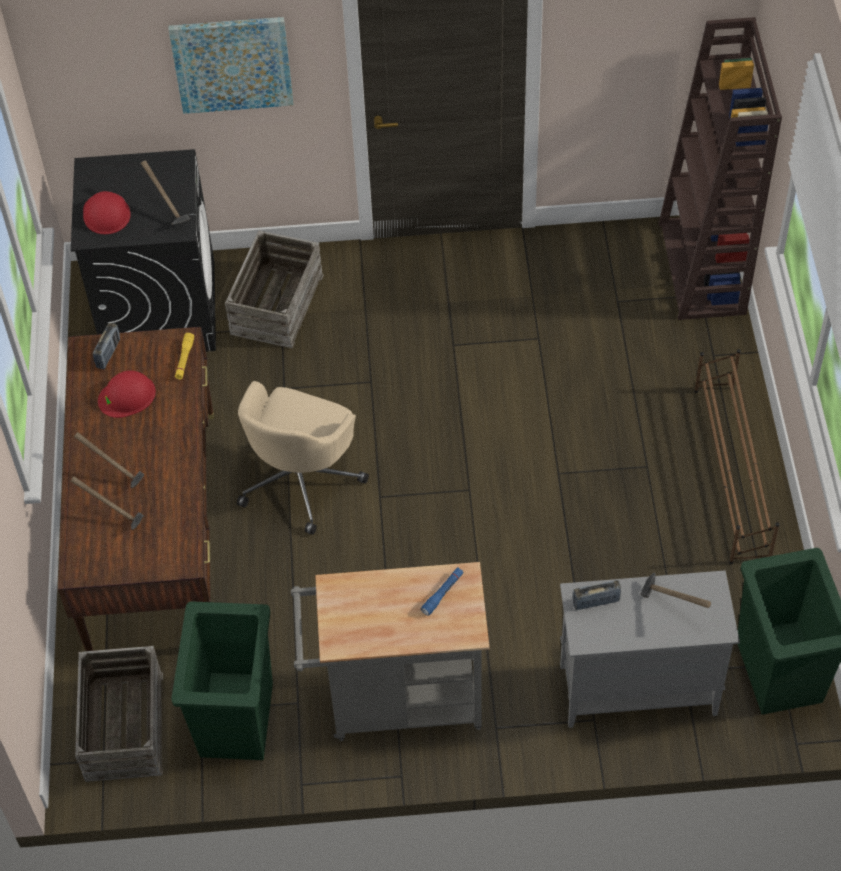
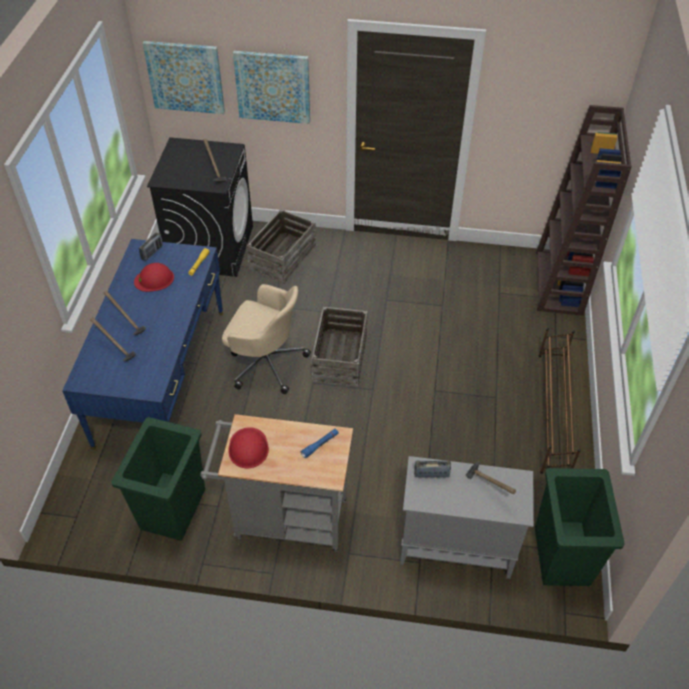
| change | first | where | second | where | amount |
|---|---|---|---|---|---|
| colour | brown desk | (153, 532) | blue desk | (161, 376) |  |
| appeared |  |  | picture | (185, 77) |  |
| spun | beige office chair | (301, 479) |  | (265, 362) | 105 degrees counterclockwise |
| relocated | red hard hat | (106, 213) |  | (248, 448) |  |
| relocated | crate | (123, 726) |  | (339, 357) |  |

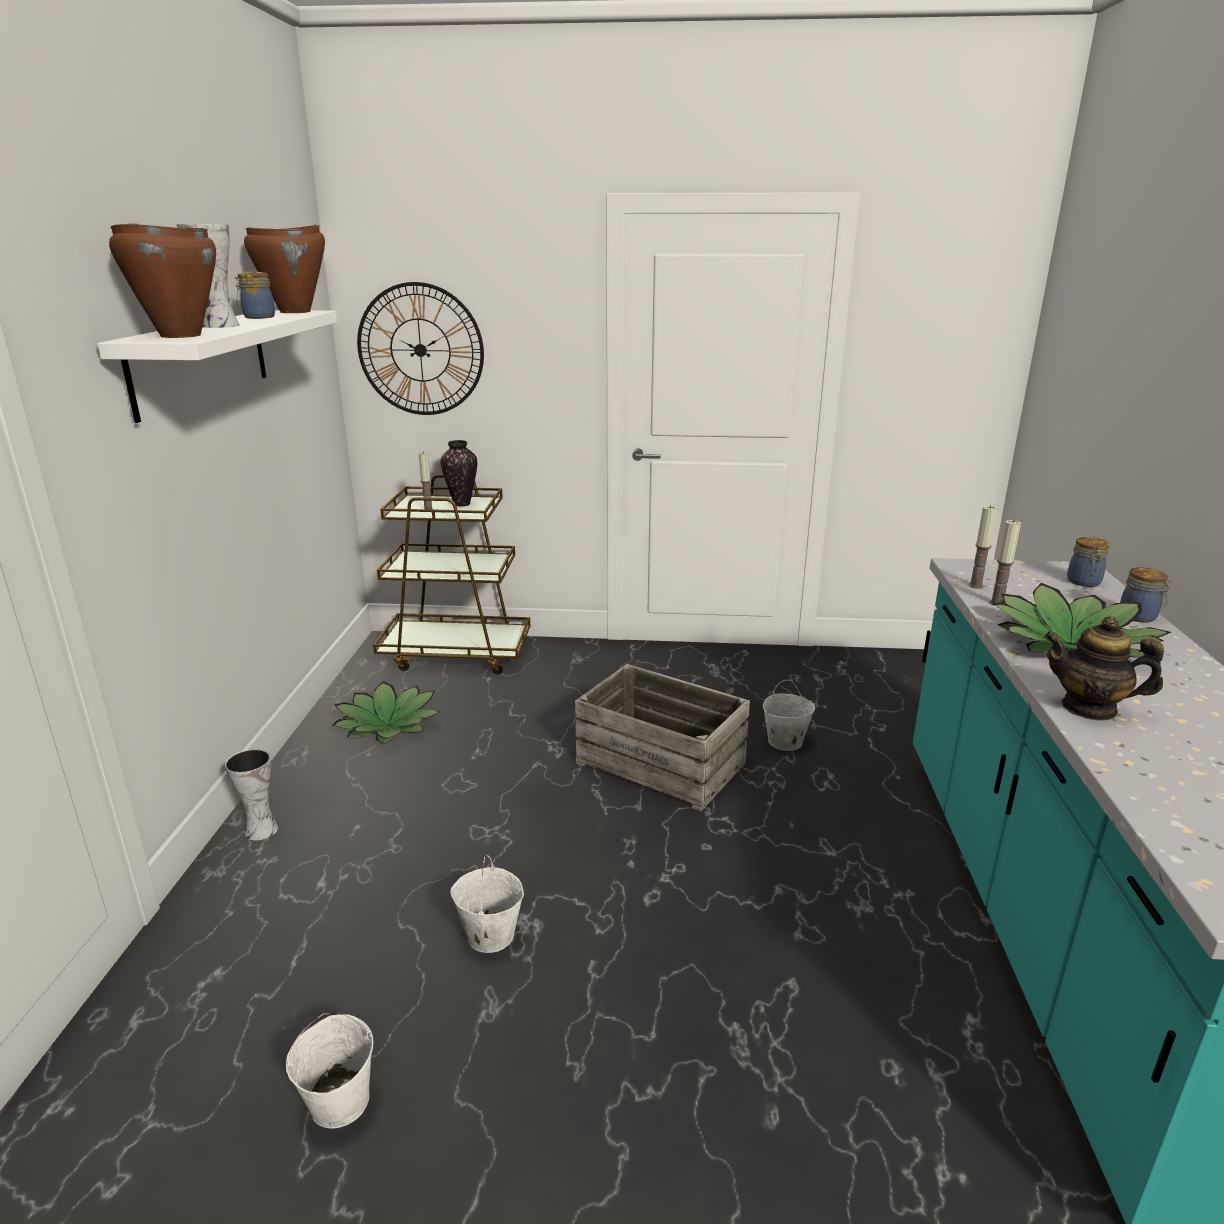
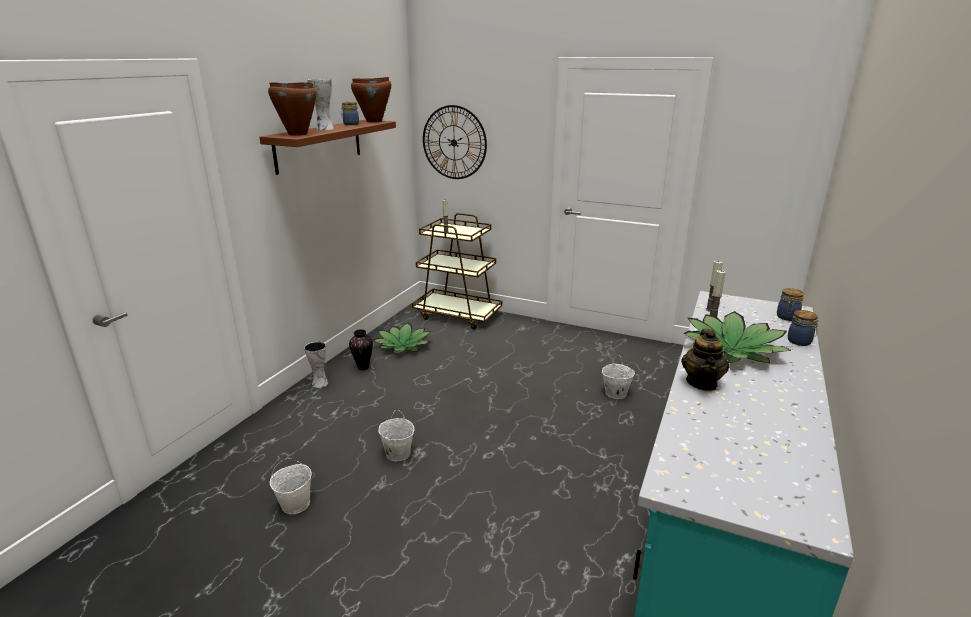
| change | first | where | second | where | amount |
|---|---|---|---|---|---|
| colour | white shelf | (201, 361) | brown shelf | (319, 145) |  |
| relocated | vase | (462, 504) |  | (363, 367) |  |
| spun | teapot | (1089, 708) |  | (702, 383) | 120 degrees counterclockwise |
| missing | crate | (661, 762) |  |  |  |

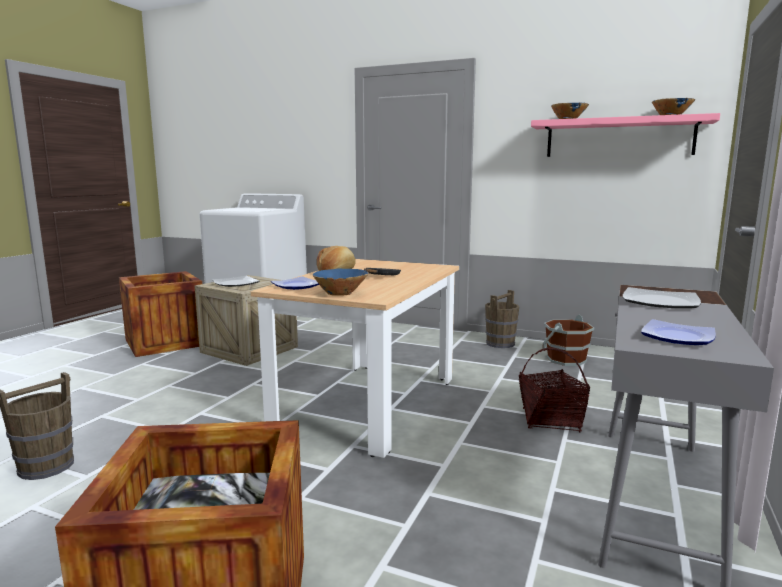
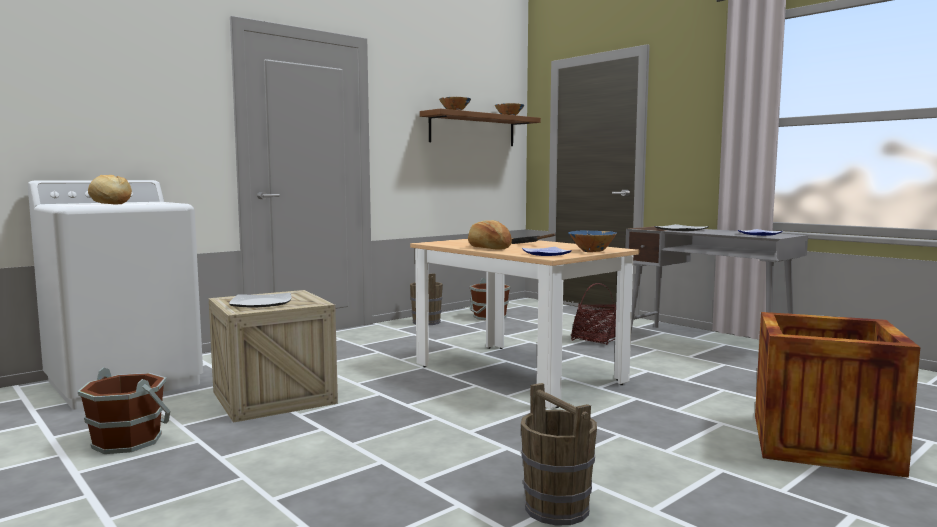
| change | first | where | second | where | amount |
|---|---|---|---|---|---|
| exchanged | crate | (165, 342) | brown bucket | (128, 440) |  |
| appeared |  |  | bread | (109, 204) |  |
| colour | pink shelf | (618, 138) | brown shelf | (473, 130) |  |

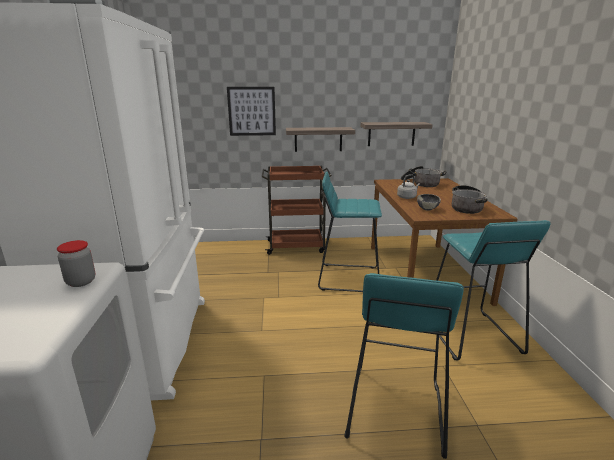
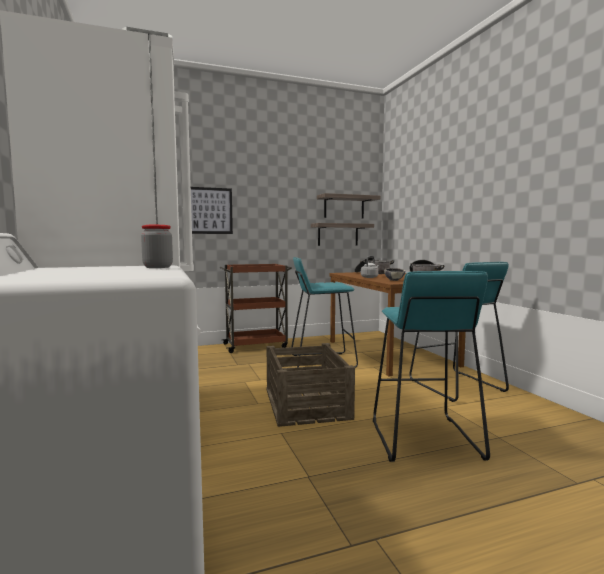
| change | first | where | second | where | amount |
|---|---|---|---|---|---|
| appeared |  |  | crate | (307, 403) |  |
| relocated | shelf | (318, 139) |  | (344, 207) |  |

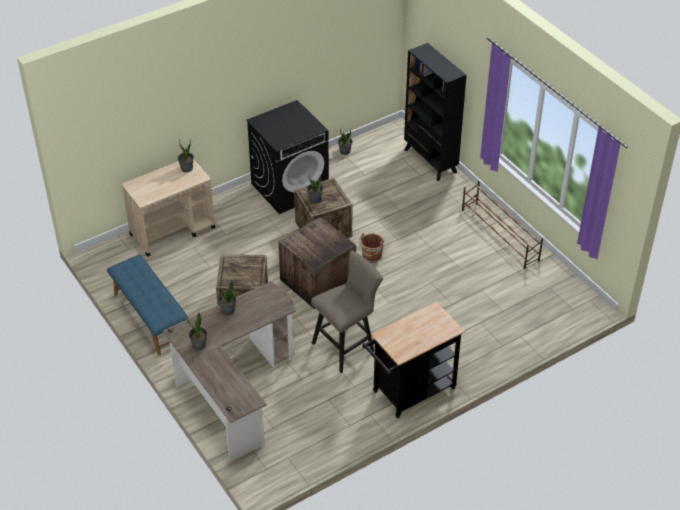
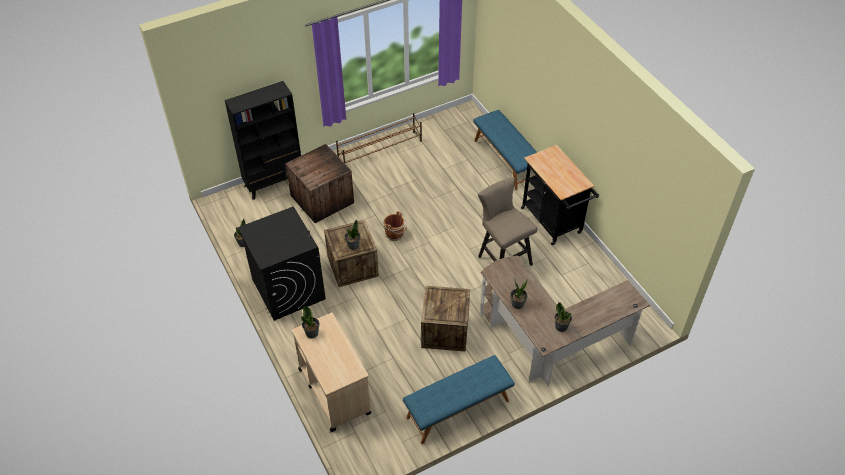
| change | first | where | second | where | amount |
|---|---|---|---|---|---|
| relocated | crate | (317, 282) |  | (323, 199) |  |
| appeared |  |  | blue bench | (506, 160) |  |

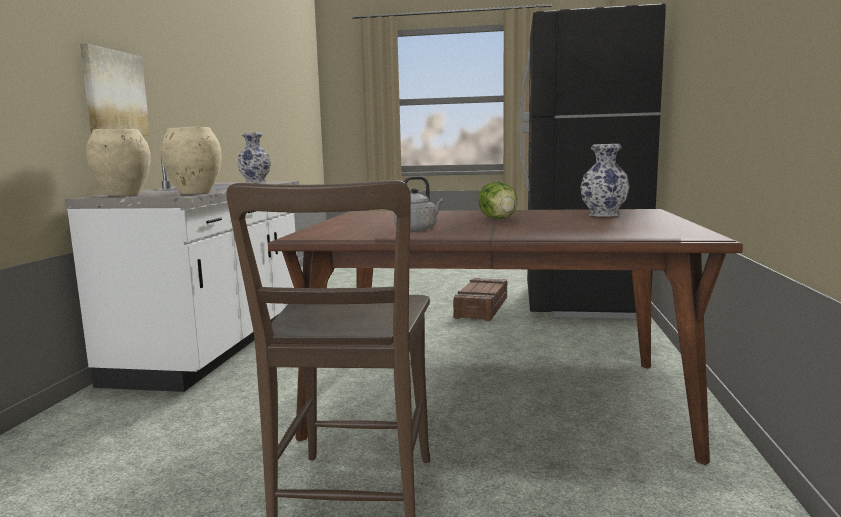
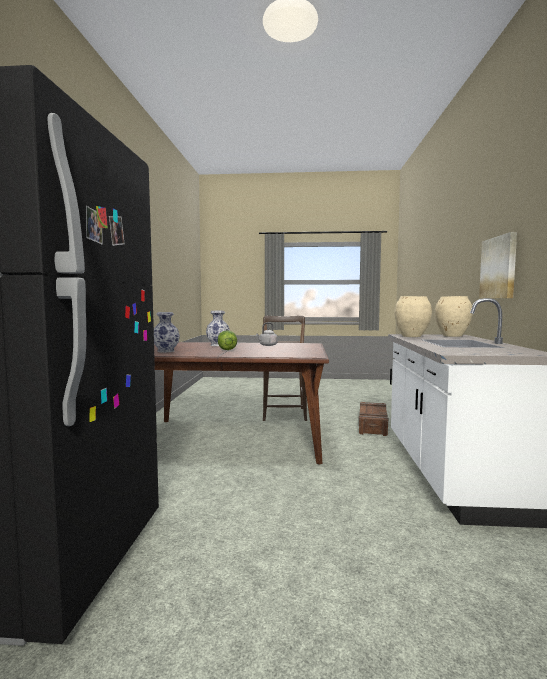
| change | first | where | second | where | amount |
|---|---|---|---|---|---|
| relocated | vase | (256, 182) |  | (217, 345) |  |
| relocated | crate | (482, 307) |  | (372, 424) |  |

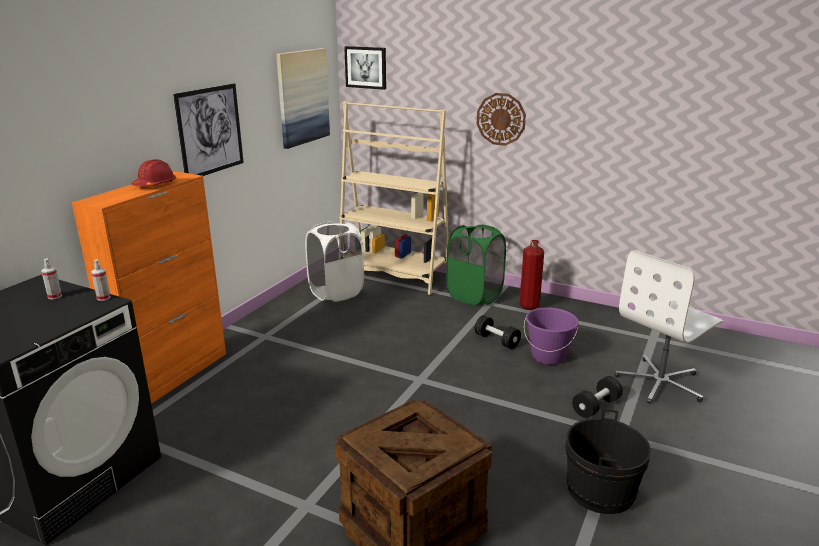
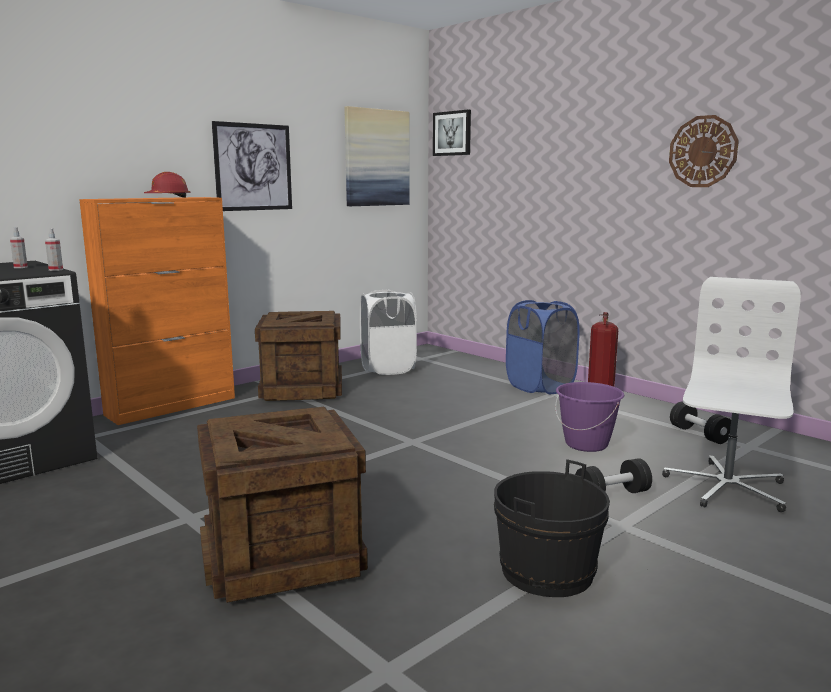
| change | first | where | second | where | amount |
|---|---|---|---|---|---|
| appeared |  |  | crate | (302, 390) |  |
| colour | green laundry basket | (474, 296) | blue laundry basket | (540, 386) |  |
| spun | white office chair | (660, 383) |  | (725, 487) | 135 degrees clockwise |
| relocated | wall clock | (501, 119) |  | (703, 151) |  |
| relocated | black dumbbell | (496, 340) |  | (699, 434) |  |
| missing | beige bookcase | (394, 275) |  |  |  |

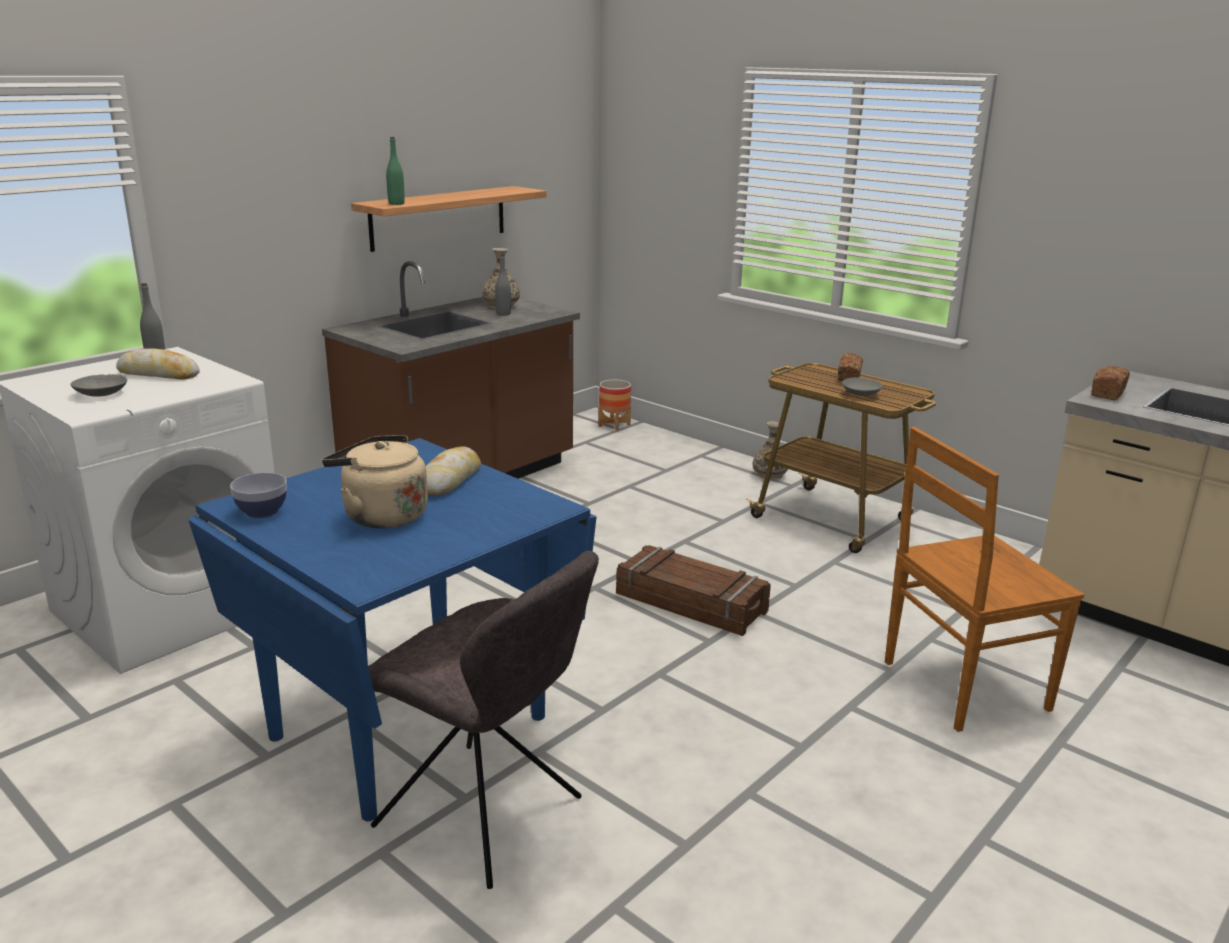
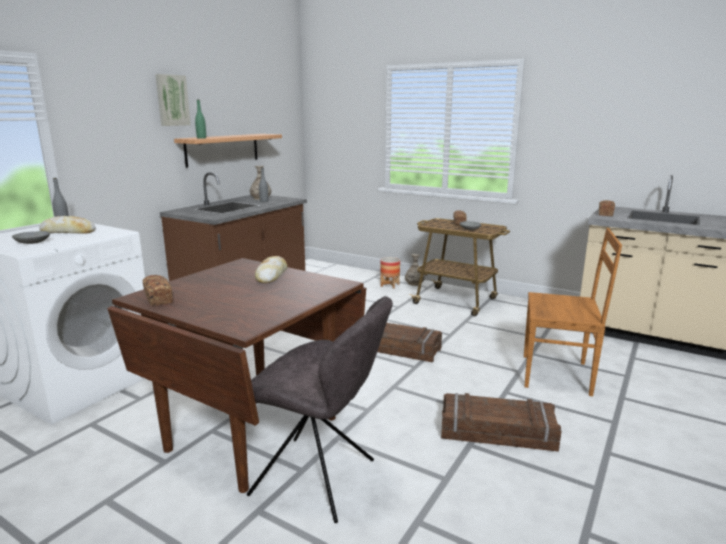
| change | first | where | second | where | amount |
|---|---|---|---|---|---|
| colour | blue dining table | (408, 725) | brown dining table | (252, 432) |  |
| exchanged | bowl | (262, 511) | bread | (158, 299) |  |
| appeared |  |  | picture | (172, 100) |  |
| relocated | planter | (614, 425) |  | (390, 285) |  |
| appeared |  |  | crate | (497, 432) |  |
| spun | brown chair | (961, 686) |  | (558, 375) | 135 degrees counterclockwise |
| missing | beige kettle | (381, 515) |  |  |  |

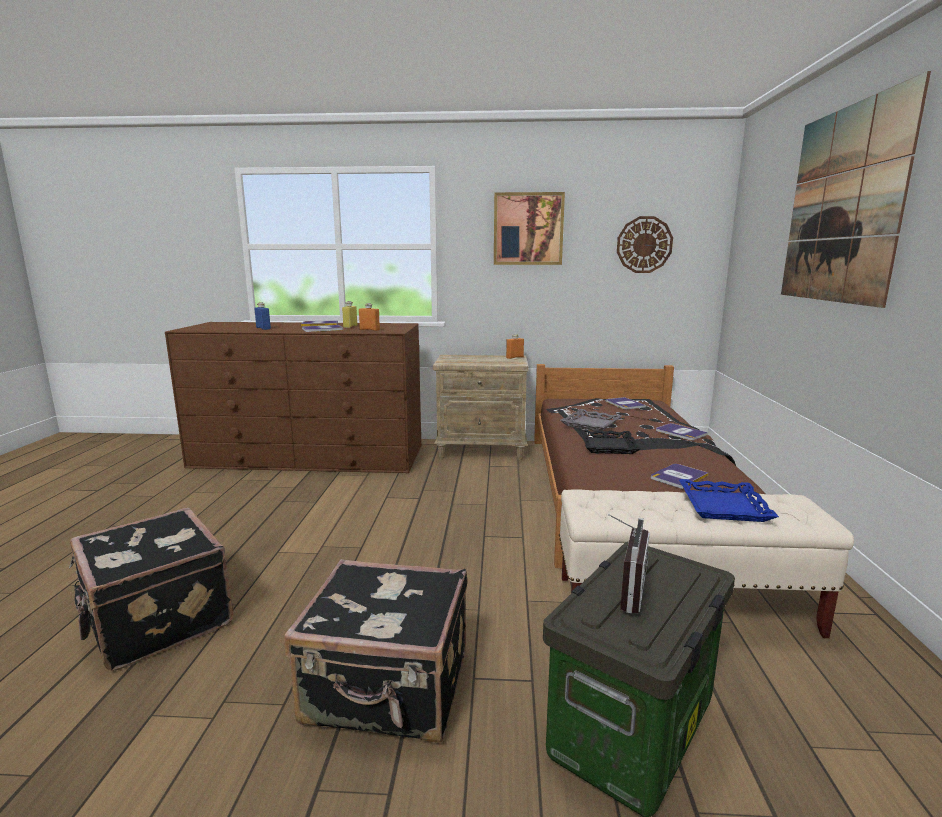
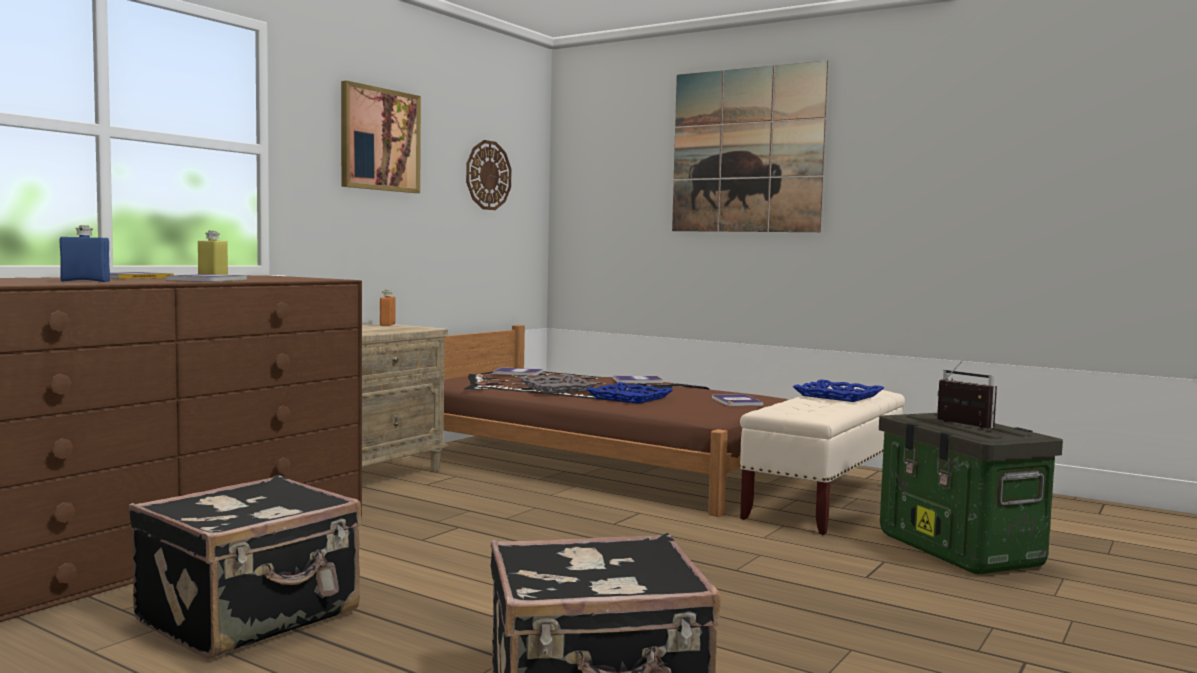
| change | first | where | second | where | amount |
|---|---|---|---|---|---|
| relocated | black suitcase | (388, 689) |  | (251, 617) |  |
| colour | black tray | (609, 446) | blue tray | (630, 398) |  |
| missing | orange bottle | (369, 330) |  |  |  |

